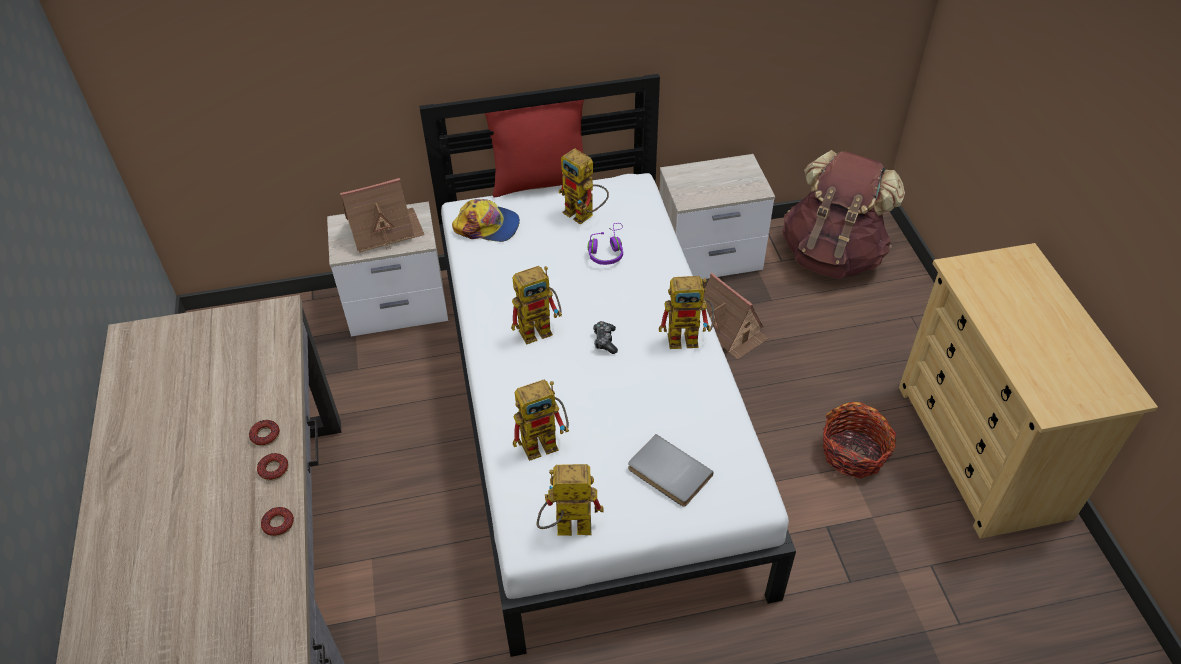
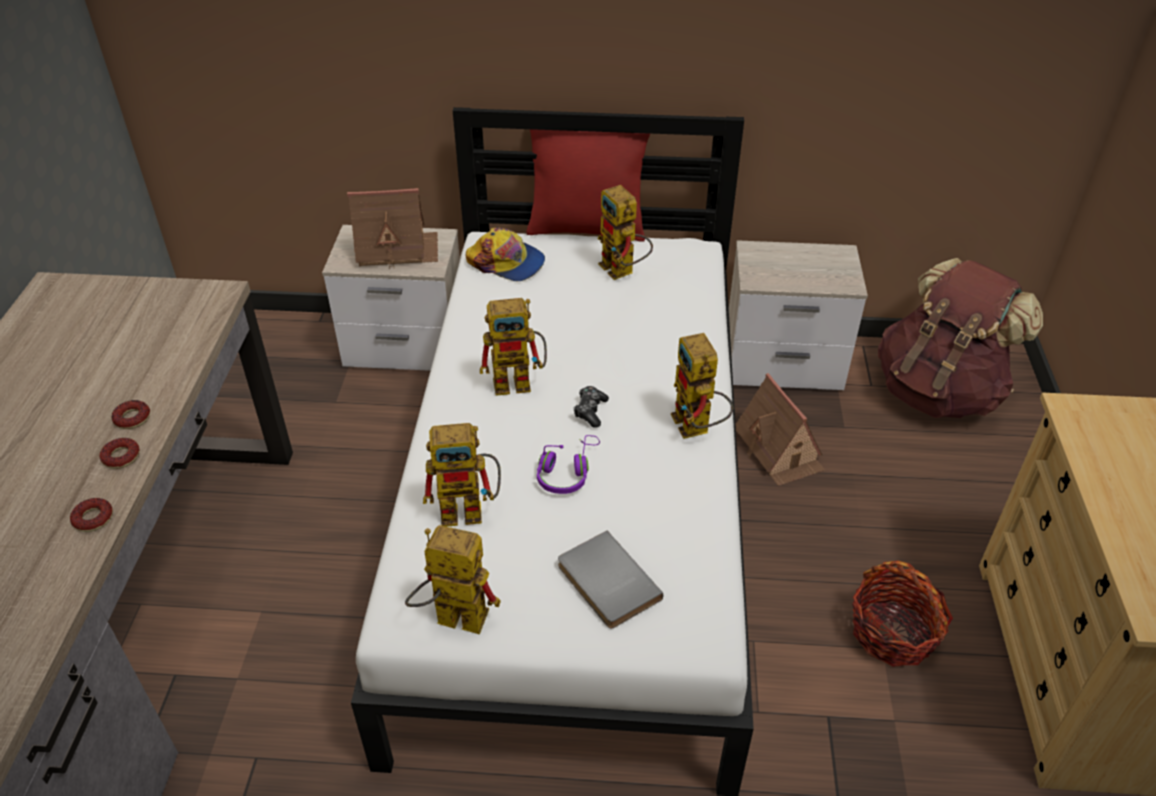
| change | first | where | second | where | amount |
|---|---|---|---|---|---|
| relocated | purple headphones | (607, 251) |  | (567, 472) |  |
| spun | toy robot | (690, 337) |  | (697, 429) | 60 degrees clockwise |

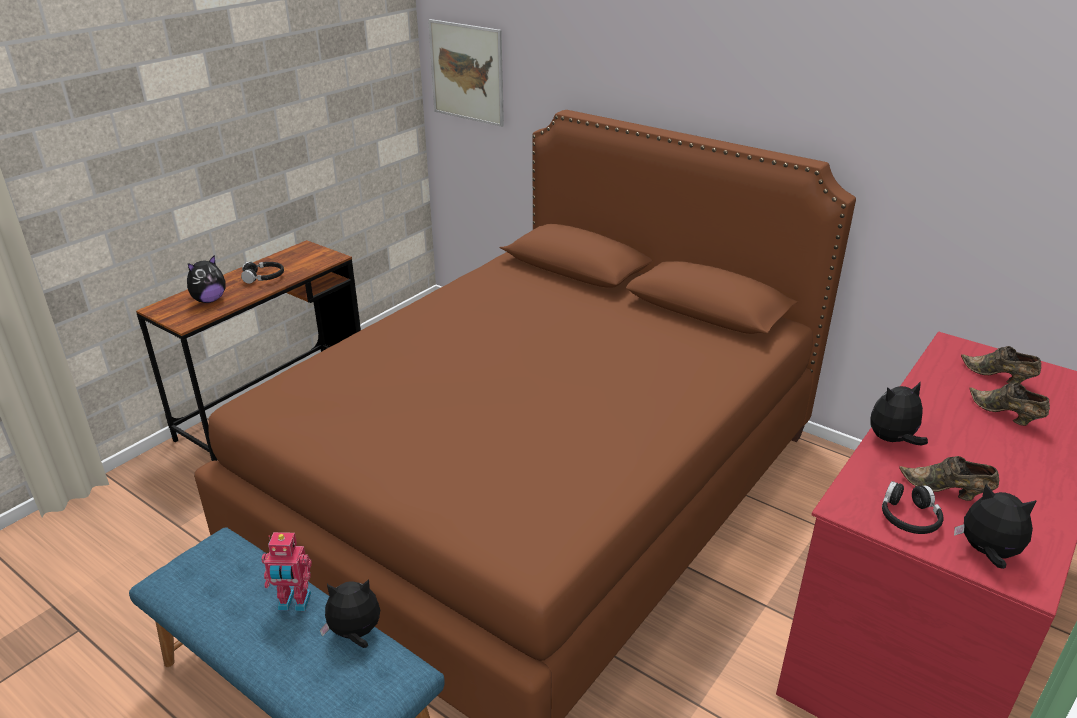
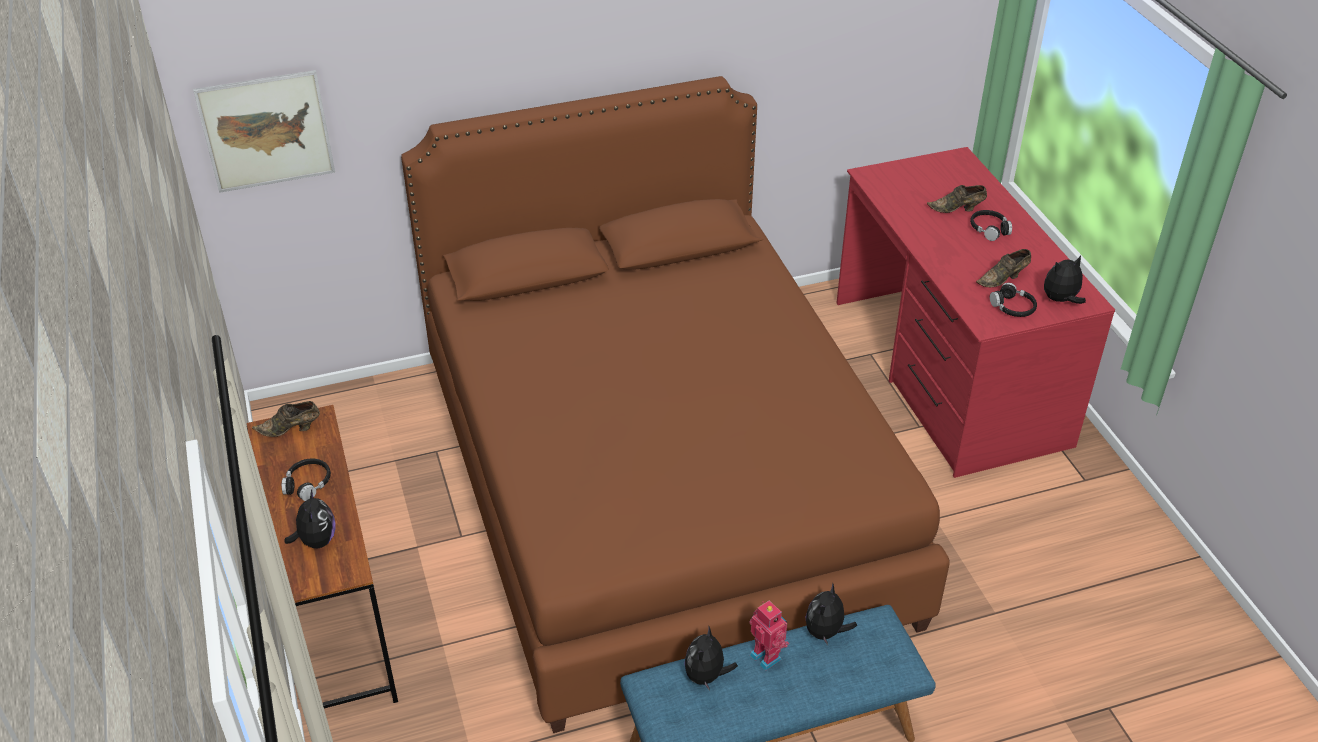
| change | first | where | second | where | amount |
|---|---|---|---|---|---|
| relocated | brown shoe | (998, 377) |  | (291, 430) |  |
| relocated | plush toy | (892, 440) |  | (706, 676) |  |
| spun | toy robot | (294, 603) |  | (767, 656) | 75 degrees counterclockwise |
| appeared |  |  | black headphones | (989, 229) |  |

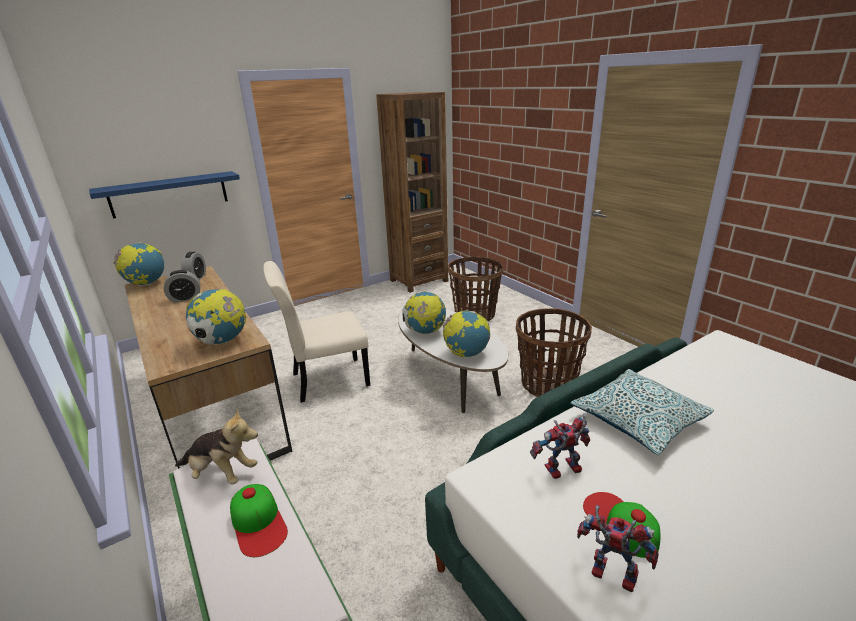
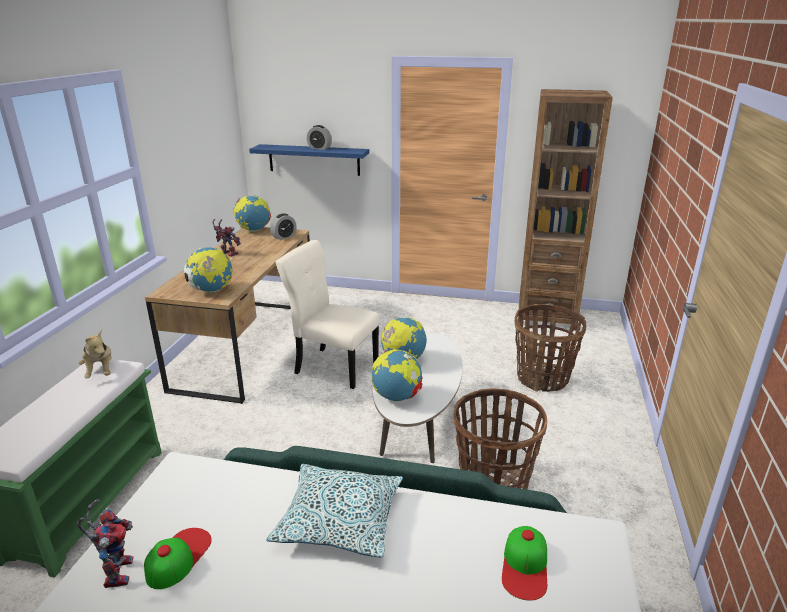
| change | first | where | second | where | amount |
|---|---|---|---|---|---|
| relocated | toy robot | (561, 471) |  | (226, 254) |  |
| relocated | alarm clock | (185, 298) |  | (319, 148) |  |
| relocated | cap | (258, 523) |  | (525, 566) |  |

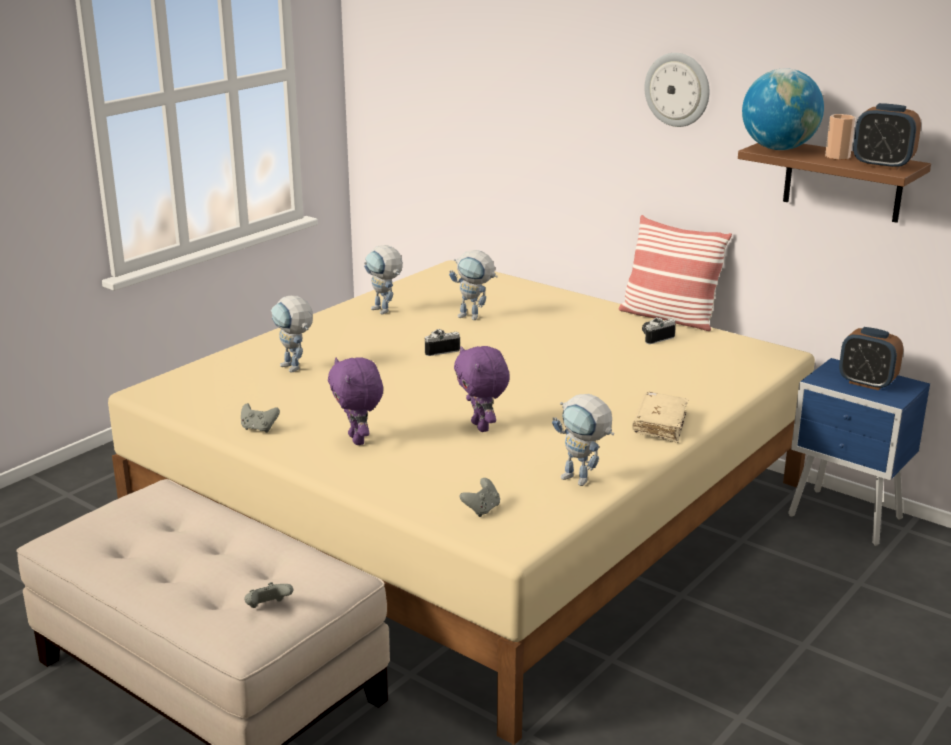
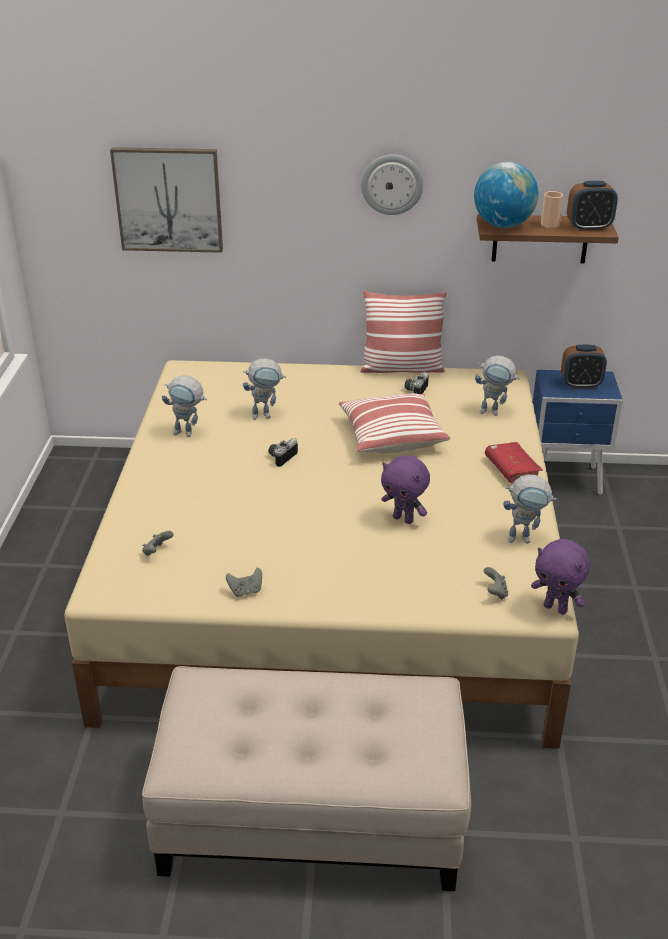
| change | first | where | second | where | amount |
|---|---|---|---|---|---|
| appeared |  |  | picture | (168, 199) |  |
| relocated | grey game controller | (268, 608) |  | (157, 552) |  |
| appeared |  |  | pillow | (391, 436) |  |
| relocated | toy robot | (295, 369) |  | (494, 412) |  |
| colour | beige book | (659, 425) | red book | (512, 470) |  |
| relocated | purple plush toy | (358, 440) |  | (556, 608) |  |

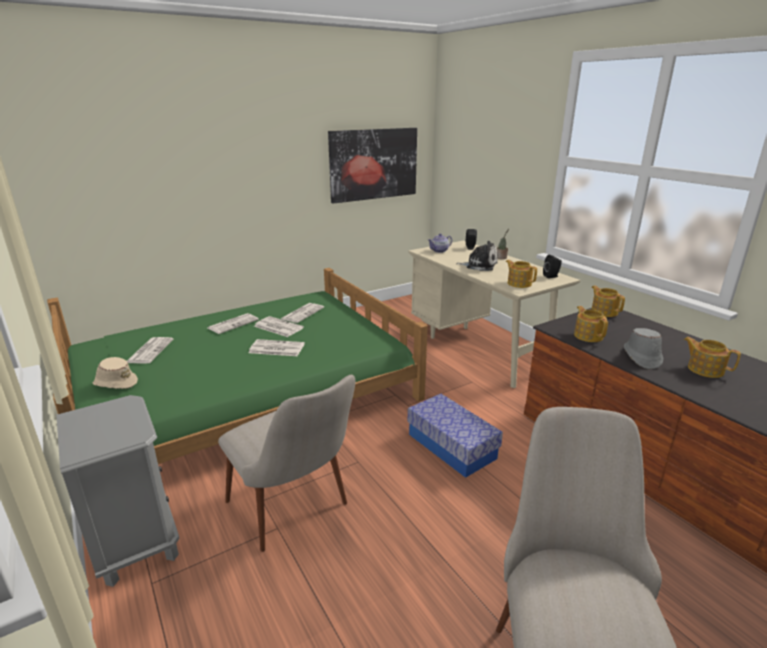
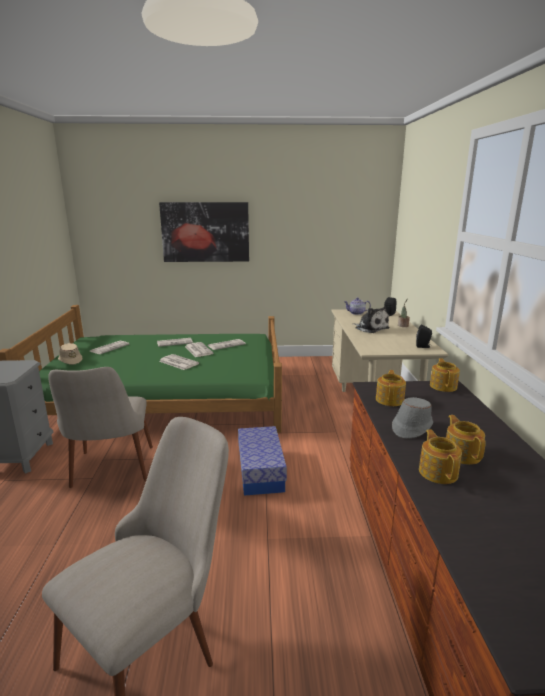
| change | first | where | second | where | amount |
|---|---|---|---|---|---|
| relocated | picture | (373, 164) |  | (205, 232) |  |
| relocated | teapot | (519, 283) |  | (438, 472) |  |

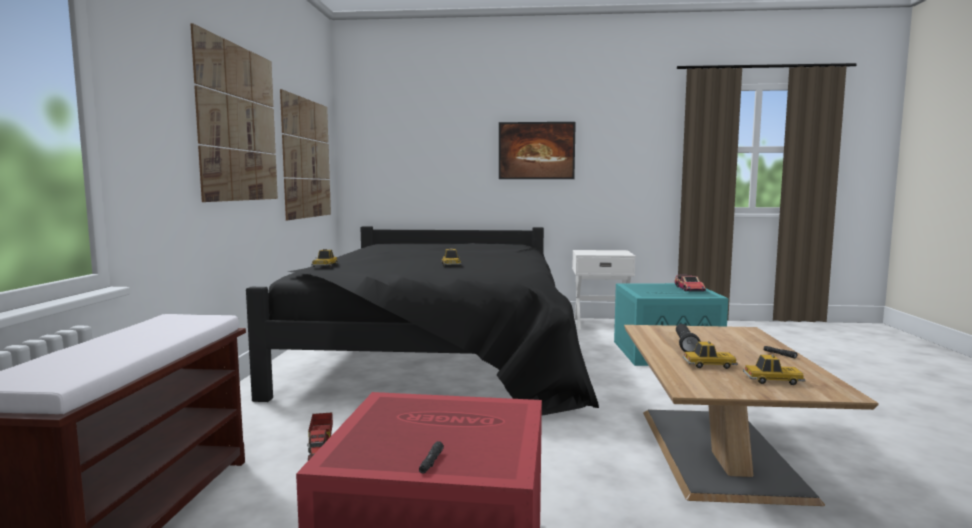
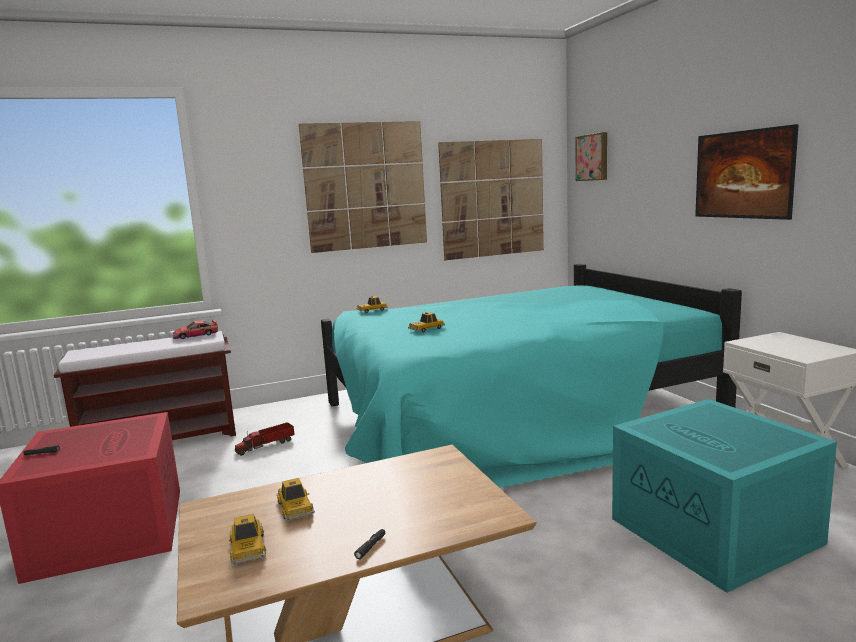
| change | first | where | second | where | amount |
|---|---|---|---|---|---|
| relocated | toy car | (689, 289) |  | (195, 335) |  |
| colour | black bed | (441, 352) | turquoise bed | (511, 416) |  |
| appeared |  |  | picture | (593, 157) |  |
| missing | black flashlight | (685, 345) |  |  |  |

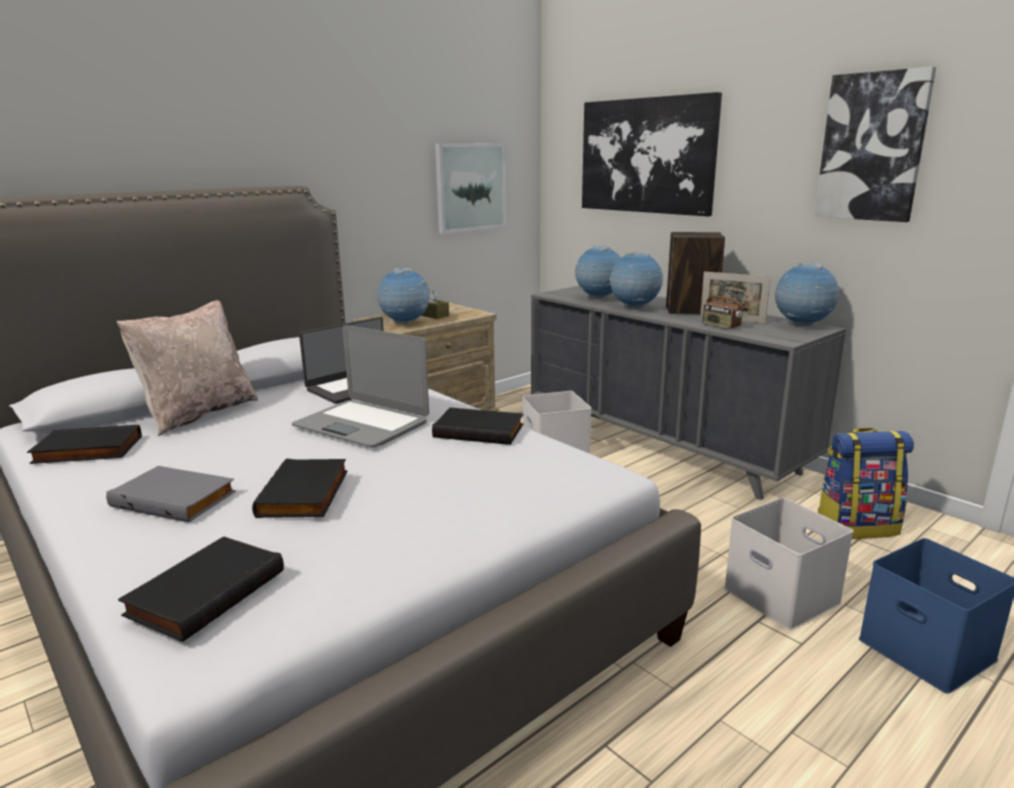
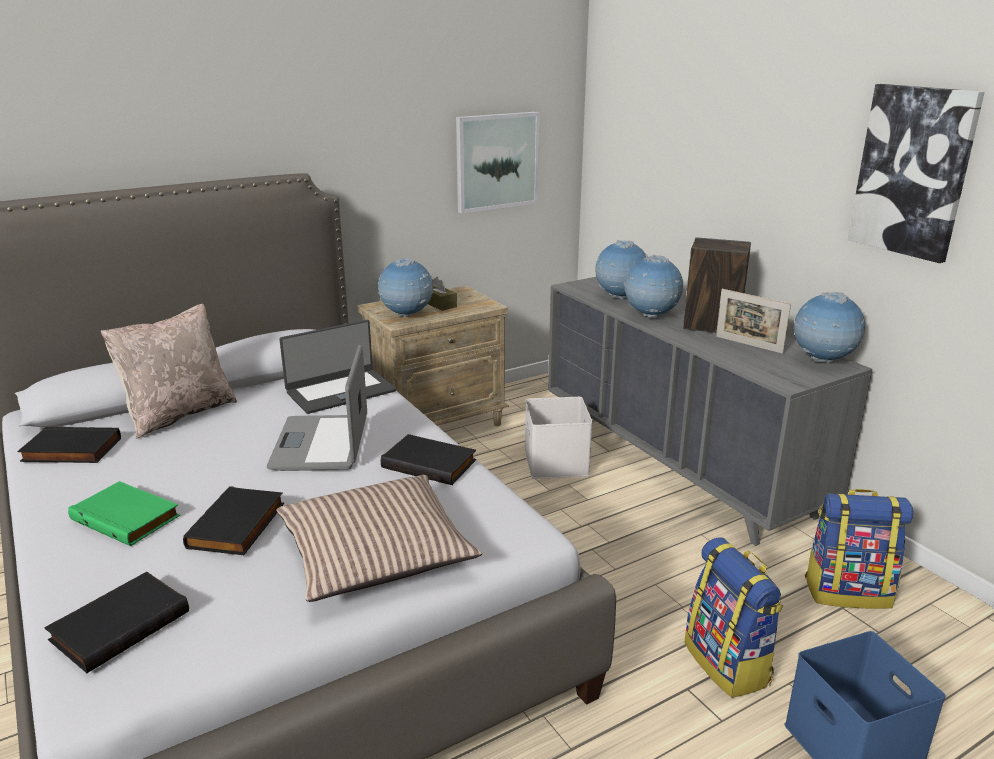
| change | first | where | second | where | amount |
|---|---|---|---|---|---|
| colour | grey book | (176, 498) | green book | (128, 517) |  |
| spun | laptop | (362, 424) |  | (322, 444) | 45 degrees clockwise |
| appeared |  |  | pillow | (375, 552) |  |
| exchanged | white storage box | (784, 595) | backpack | (728, 663) |  |
| missing | picture | (646, 156) |  |  |  |
| missing | radio | (720, 326) |  |  |  |

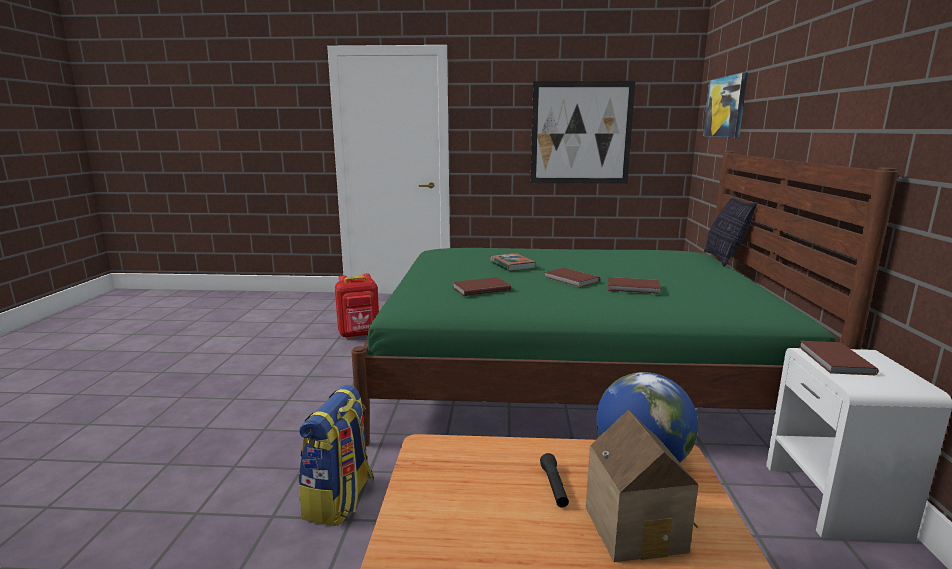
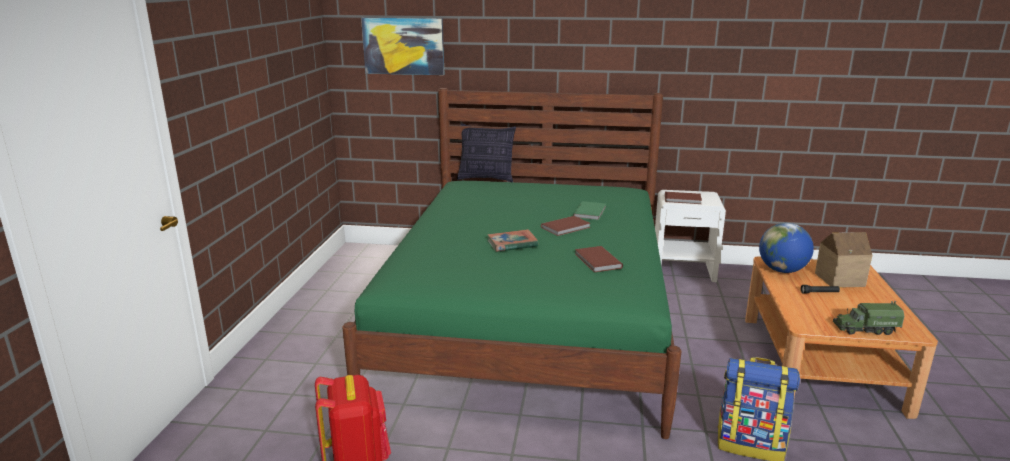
| change | first | where | second | where | amount |
|---|---|---|---|---|---|
| colour | brown book | (634, 288) | green book | (591, 212) |  |
| appeared |  |  | toy truck | (865, 329) |  |
| missing | picture | (581, 133) |  |  |  |

